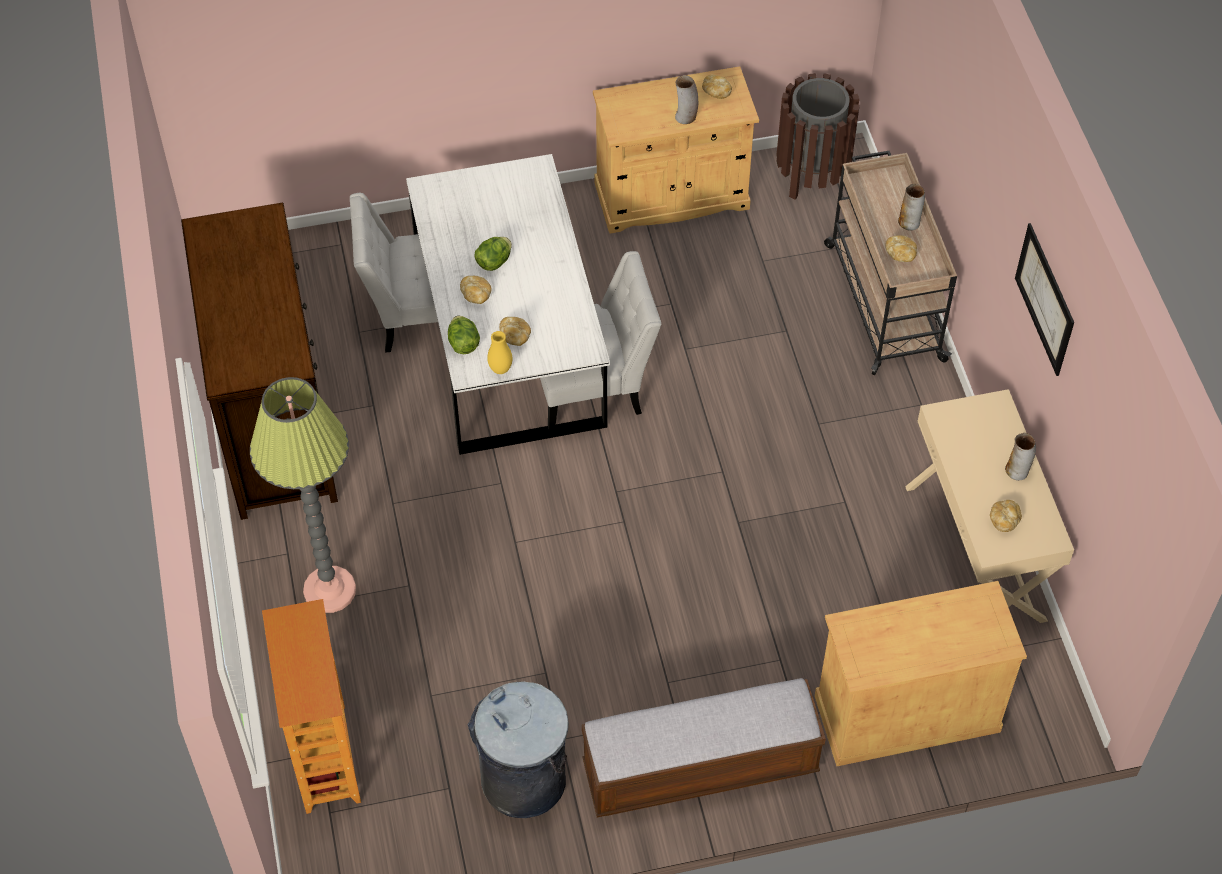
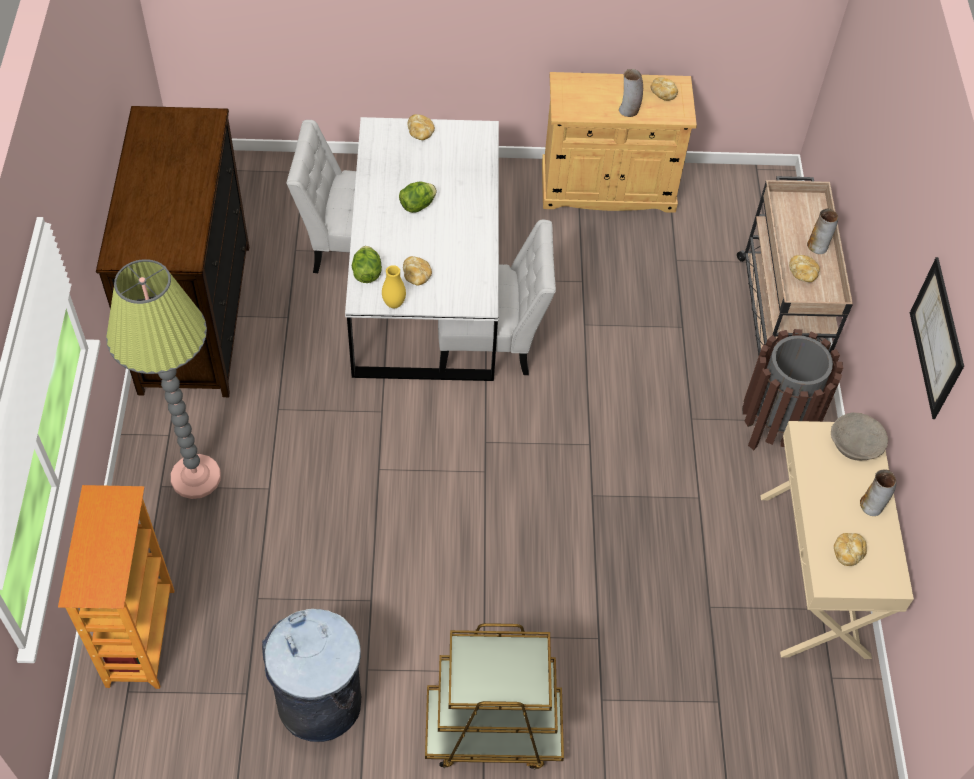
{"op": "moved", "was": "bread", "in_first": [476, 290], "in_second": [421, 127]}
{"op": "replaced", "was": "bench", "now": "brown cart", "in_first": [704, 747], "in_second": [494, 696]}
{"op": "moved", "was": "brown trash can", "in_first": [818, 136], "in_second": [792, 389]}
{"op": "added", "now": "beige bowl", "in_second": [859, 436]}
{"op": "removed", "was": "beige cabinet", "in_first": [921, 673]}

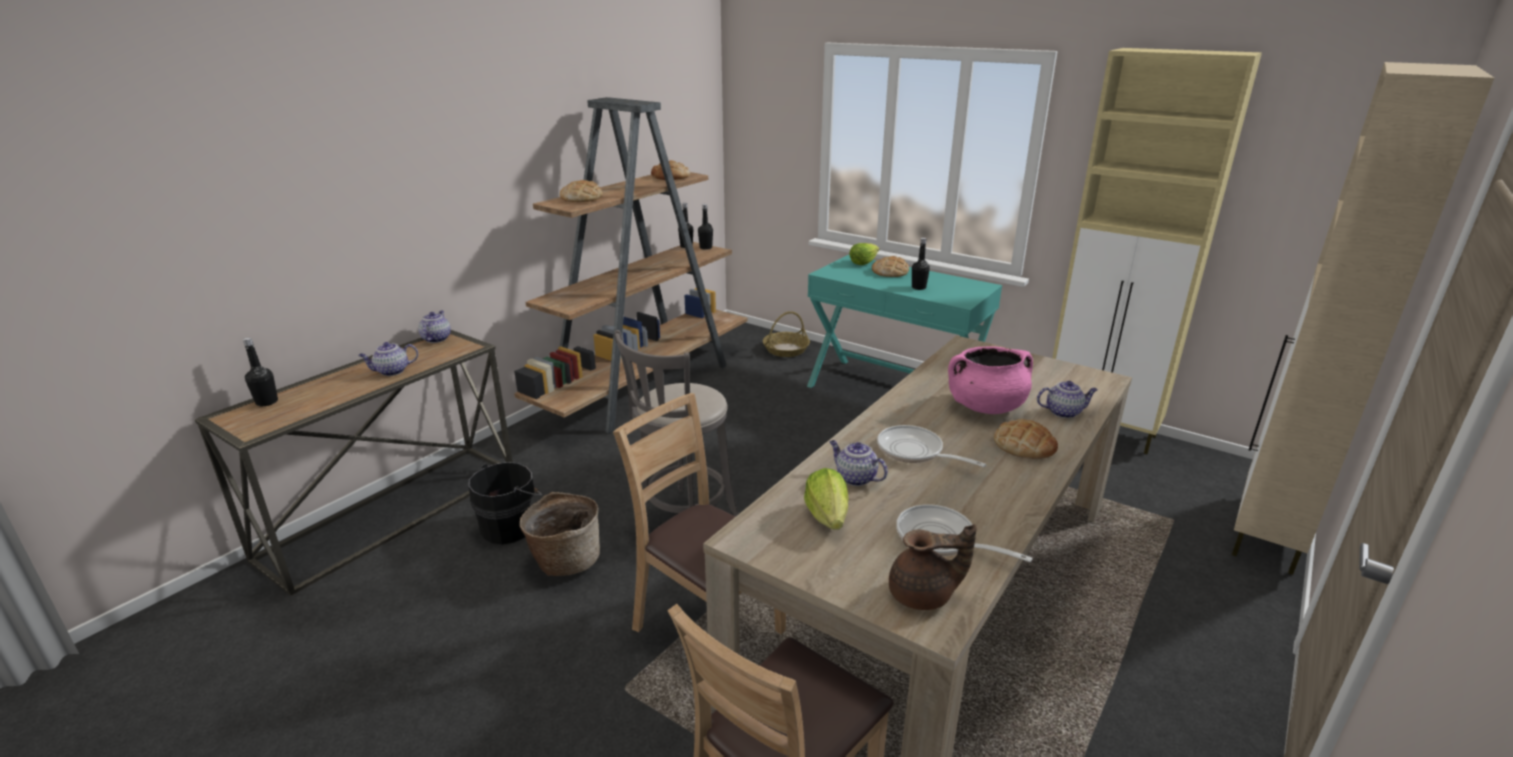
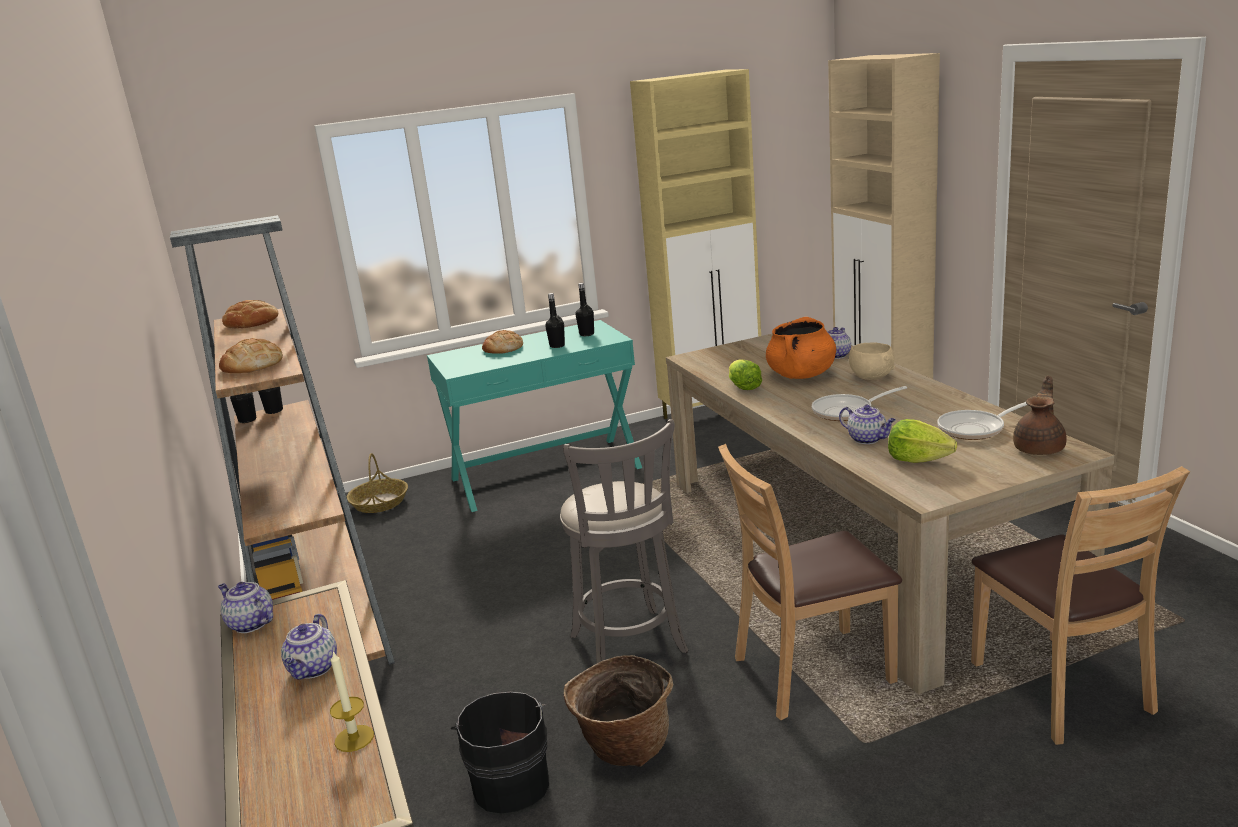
{"op": "added", "now": "candle", "in_second": [352, 701]}
{"op": "moved", "was": "black bottle", "in_first": [260, 371], "in_second": [585, 309]}
{"op": "moved", "was": "lettuce", "in_first": [864, 254], "in_second": [745, 374]}
{"op": "recoloured", "was": "pink cooking pot", "now": "orange cooking pot", "in_first": [990, 380], "in_second": [801, 348]}
{"op": "turned", "was": "teapot", "in_first": [859, 463], "in_second": [867, 424], "clockwise": -120}
{"op": "replaced", "was": "bread", "now": "beige bowl", "in_first": [1026, 439], "in_second": [872, 361]}

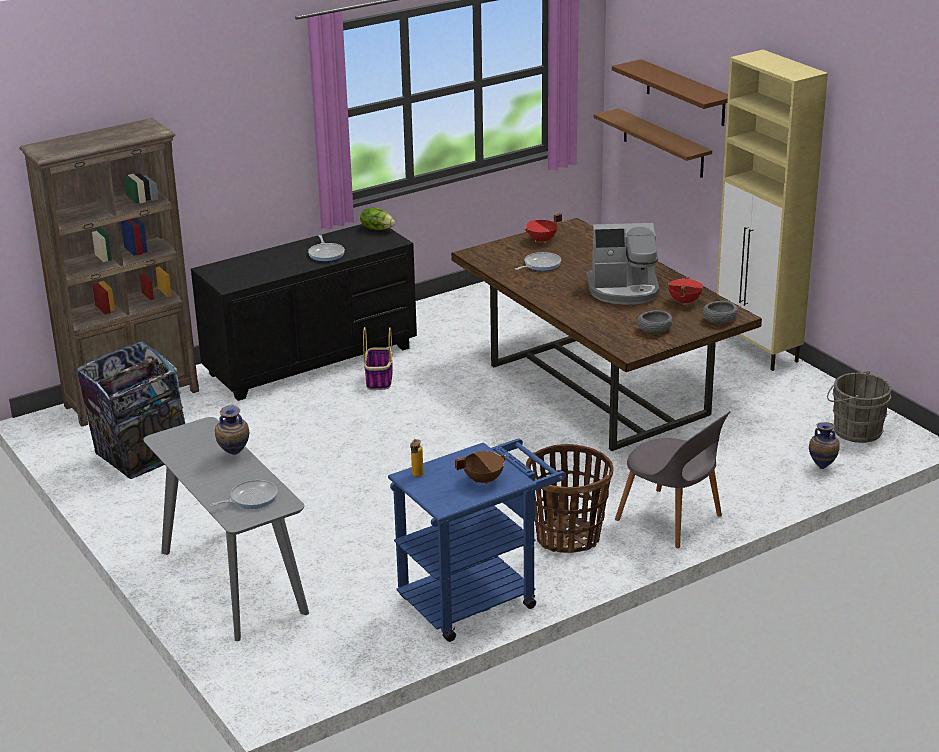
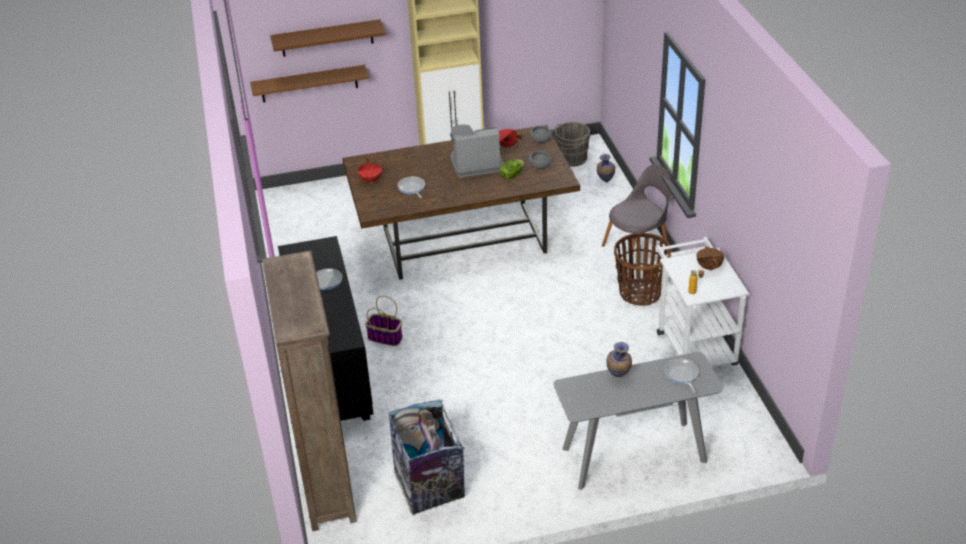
{"op": "turned", "was": "coffee machine", "in_first": [622, 264], "in_second": [477, 151], "clockwise": -120}
{"op": "moved", "was": "lettuce", "in_first": [377, 219], "in_second": [511, 169]}
{"op": "recoloured", "was": "blue cart", "now": "white cart", "in_first": [477, 540], "in_second": [702, 302]}

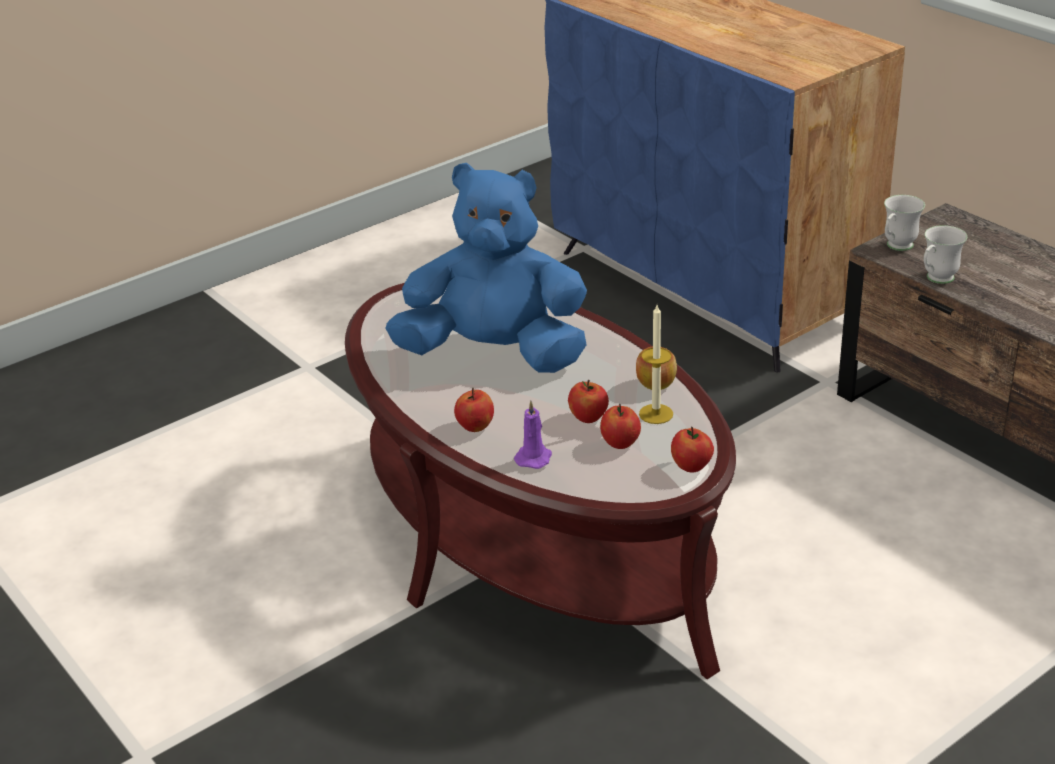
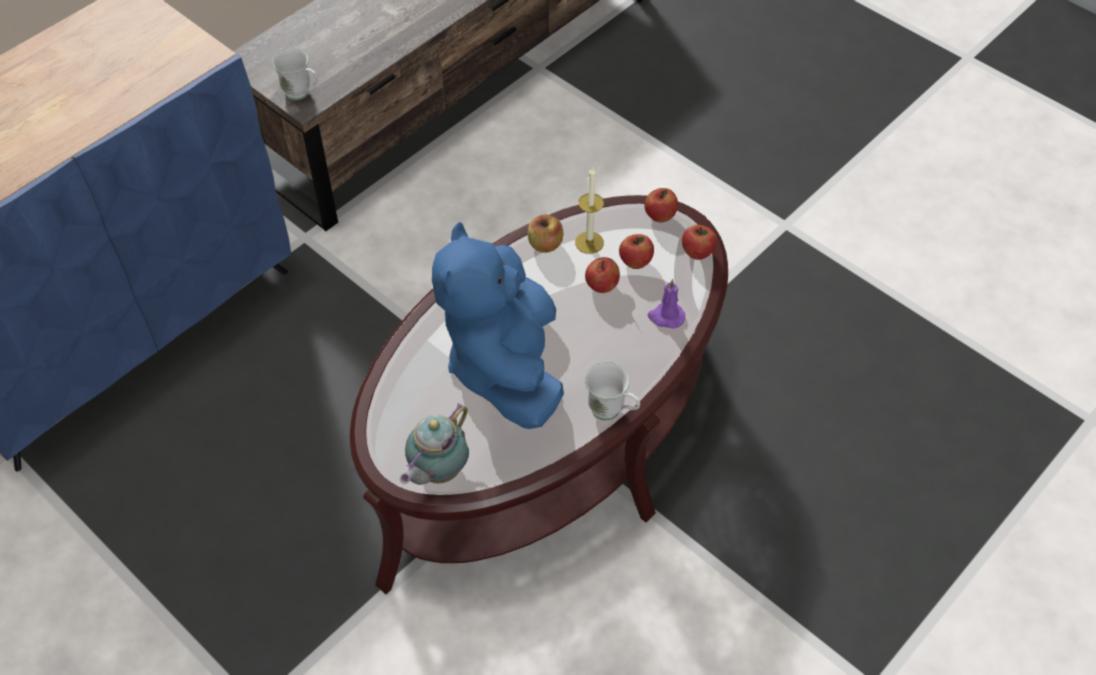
{"op": "added", "now": "teapot", "in_second": [434, 444]}
{"op": "moved", "was": "white mug", "in_first": [945, 254], "in_second": [612, 391]}
{"op": "moved", "was": "apple", "in_first": [474, 410], "in_second": [699, 242]}

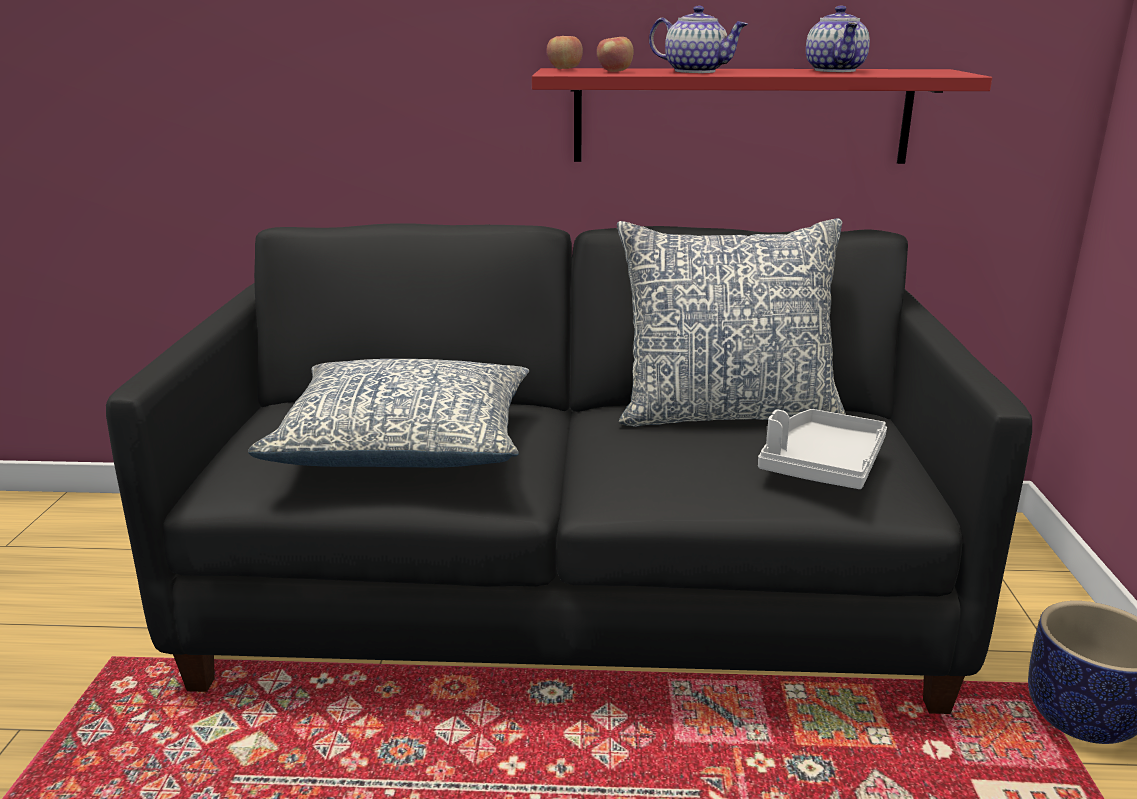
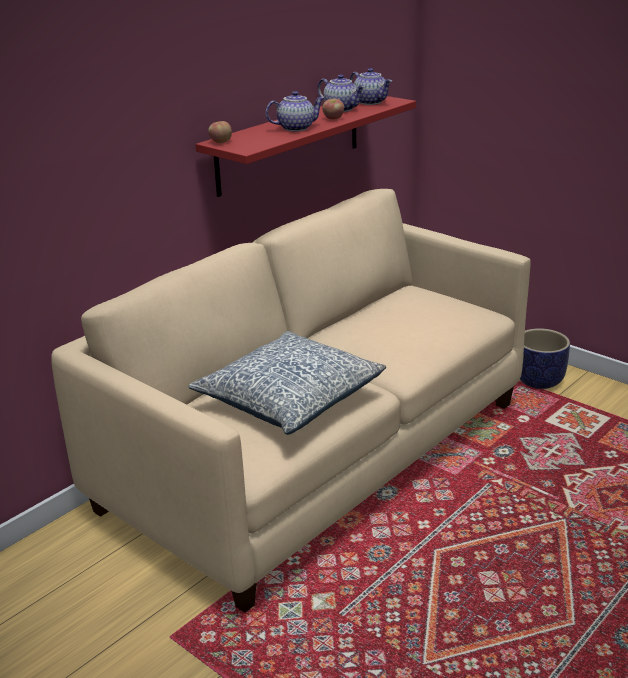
{"op": "recoloured", "was": "black sofa", "now": "beige sofa", "in_first": [569, 468], "in_second": [291, 401]}
{"op": "moved", "was": "apple", "in_first": [615, 54], "in_second": [333, 109]}
{"op": "added", "now": "teapot", "in_second": [371, 86]}
{"op": "removed", "was": "pillow", "in_first": [731, 322]}
{"op": "removed", "was": "grey tray", "in_first": [822, 449]}

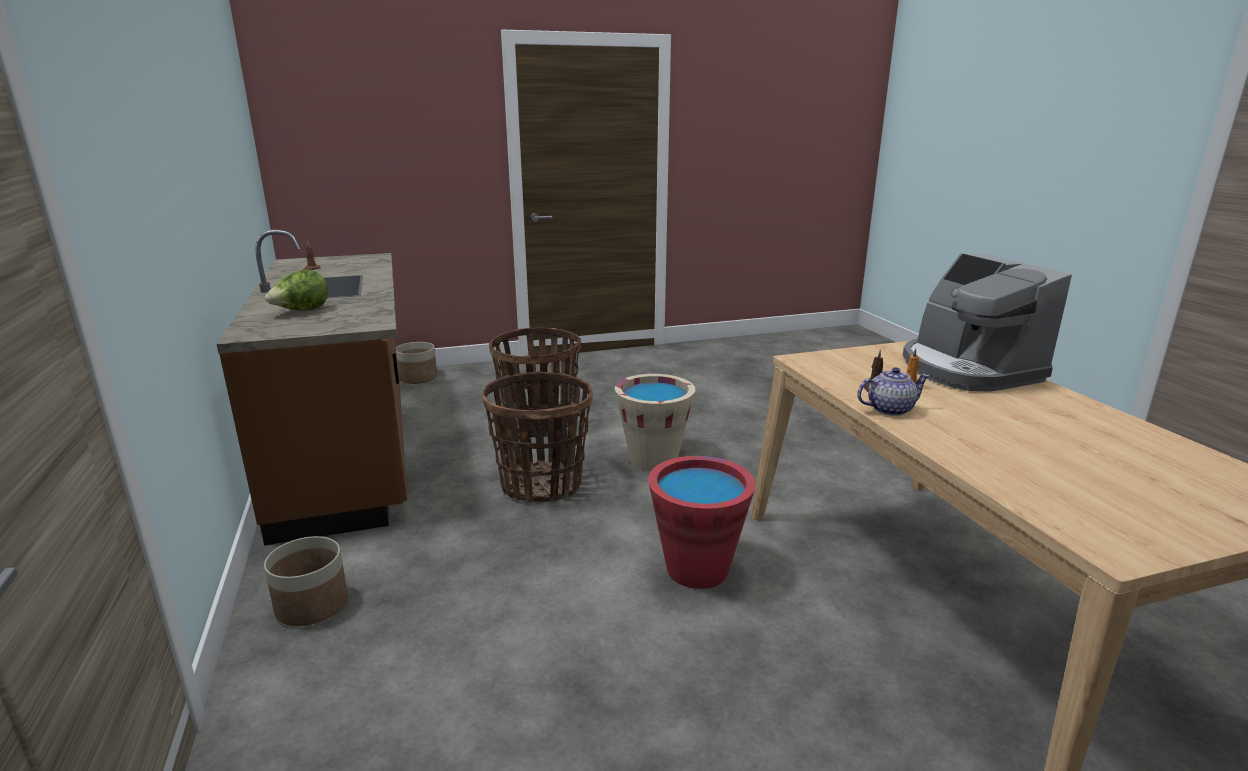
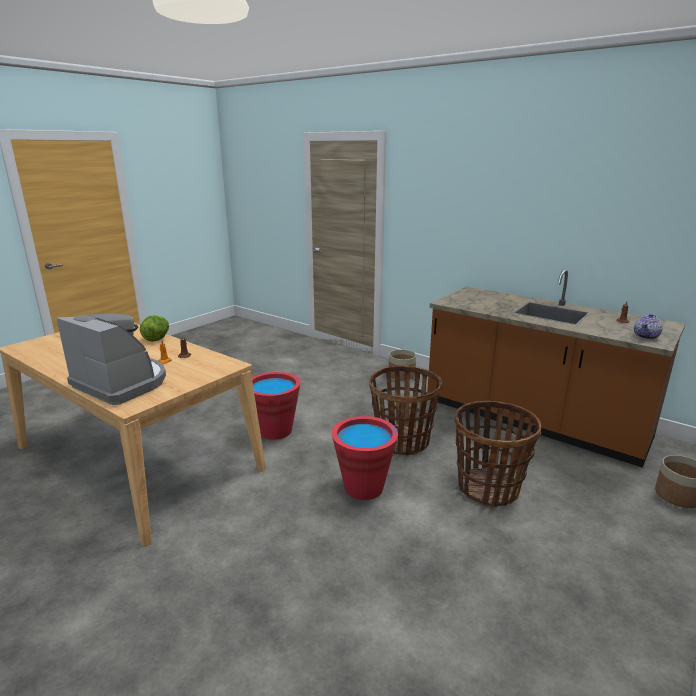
{"op": "moved", "was": "lettuce", "in_first": [296, 290], "in_second": [154, 328]}
{"op": "recoloured", "was": "beige bucket", "now": "red bucket", "in_first": [655, 422], "in_second": [365, 458]}
{"op": "moved", "was": "teapot", "in_first": [893, 391], "in_second": [648, 327]}

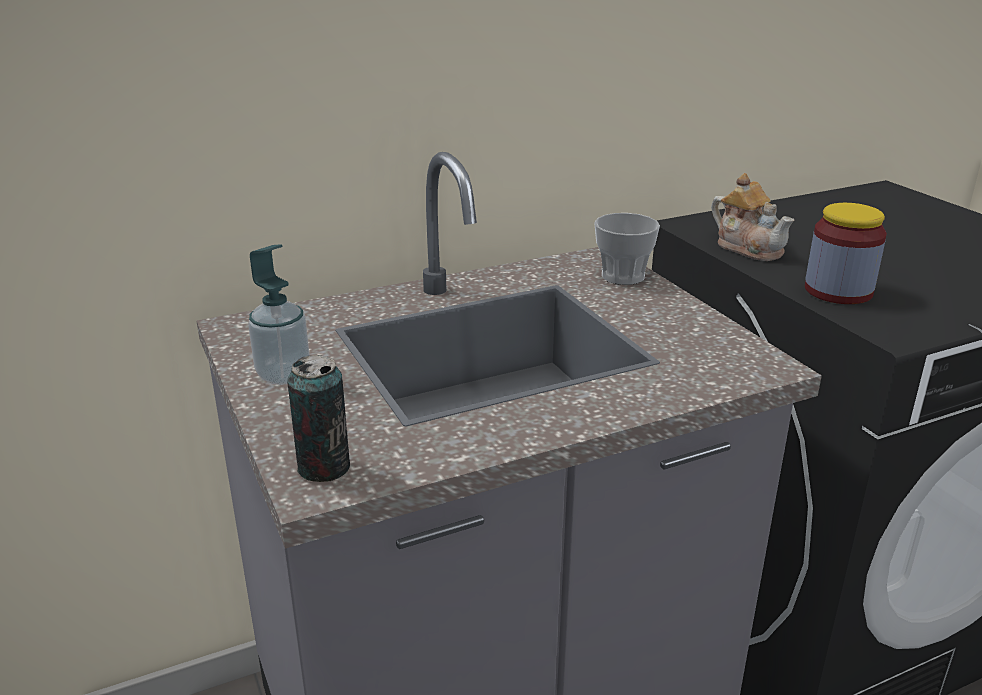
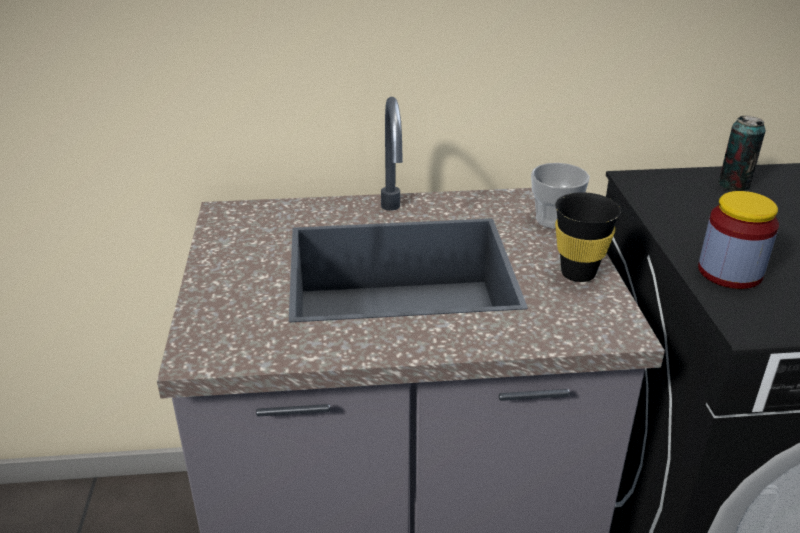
{"op": "added", "now": "black cup", "in_second": [588, 237]}
{"op": "moved", "was": "can", "in_first": [318, 418], "in_second": [742, 153]}
{"op": "removed", "was": "soap dispenser", "in_first": [279, 314]}
{"op": "removed", "was": "teapot", "in_first": [753, 217]}

